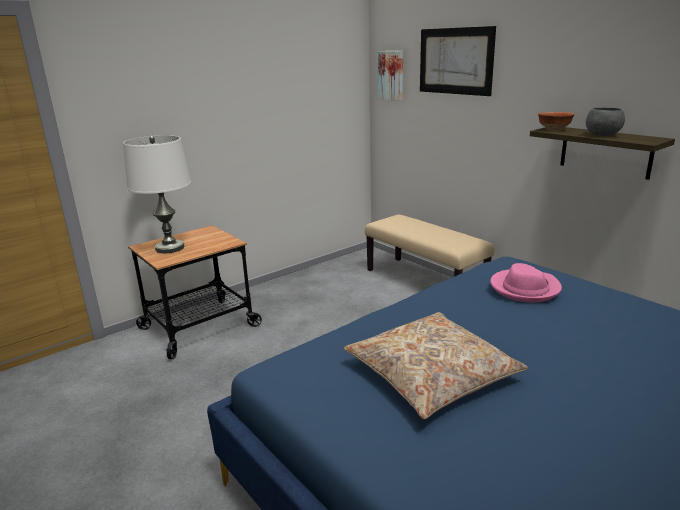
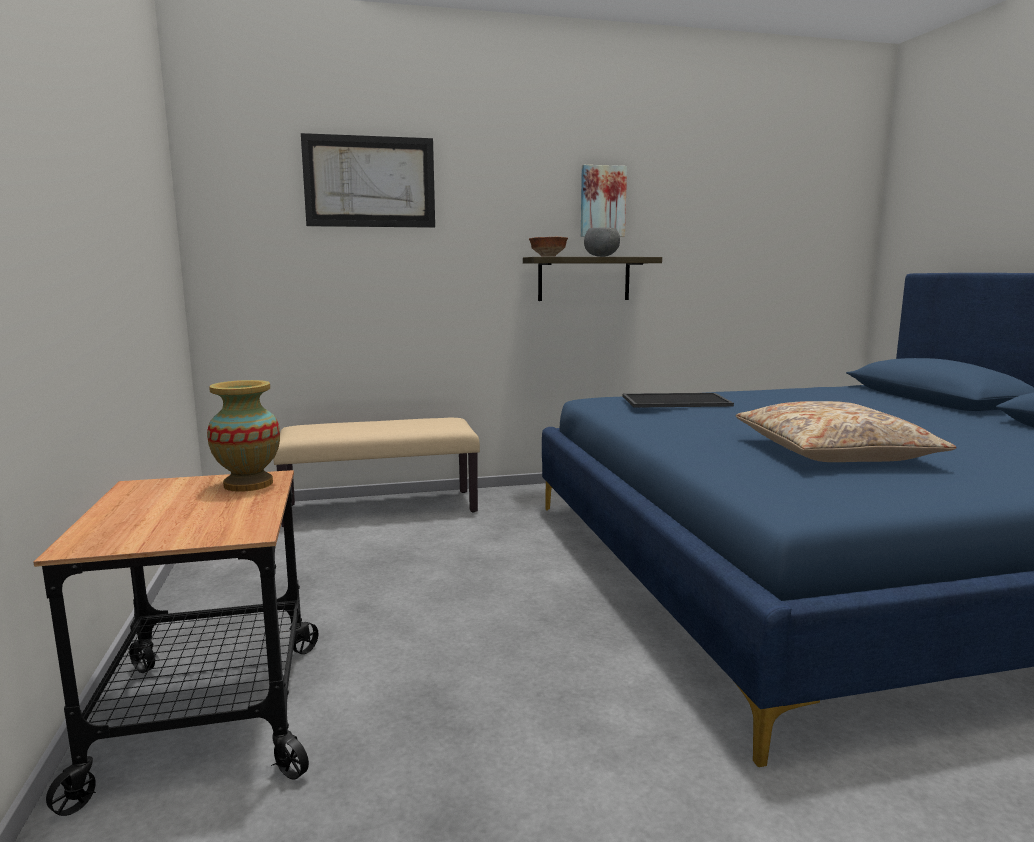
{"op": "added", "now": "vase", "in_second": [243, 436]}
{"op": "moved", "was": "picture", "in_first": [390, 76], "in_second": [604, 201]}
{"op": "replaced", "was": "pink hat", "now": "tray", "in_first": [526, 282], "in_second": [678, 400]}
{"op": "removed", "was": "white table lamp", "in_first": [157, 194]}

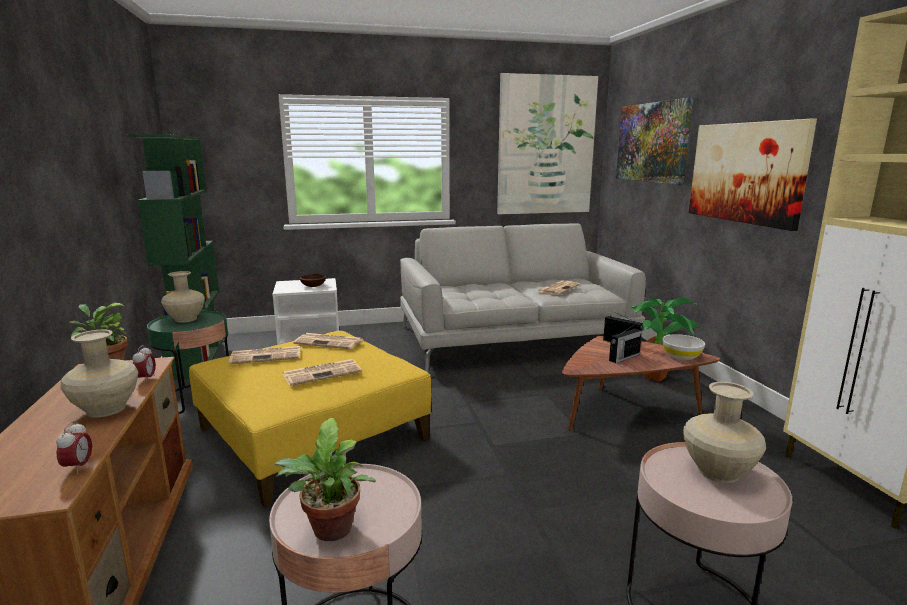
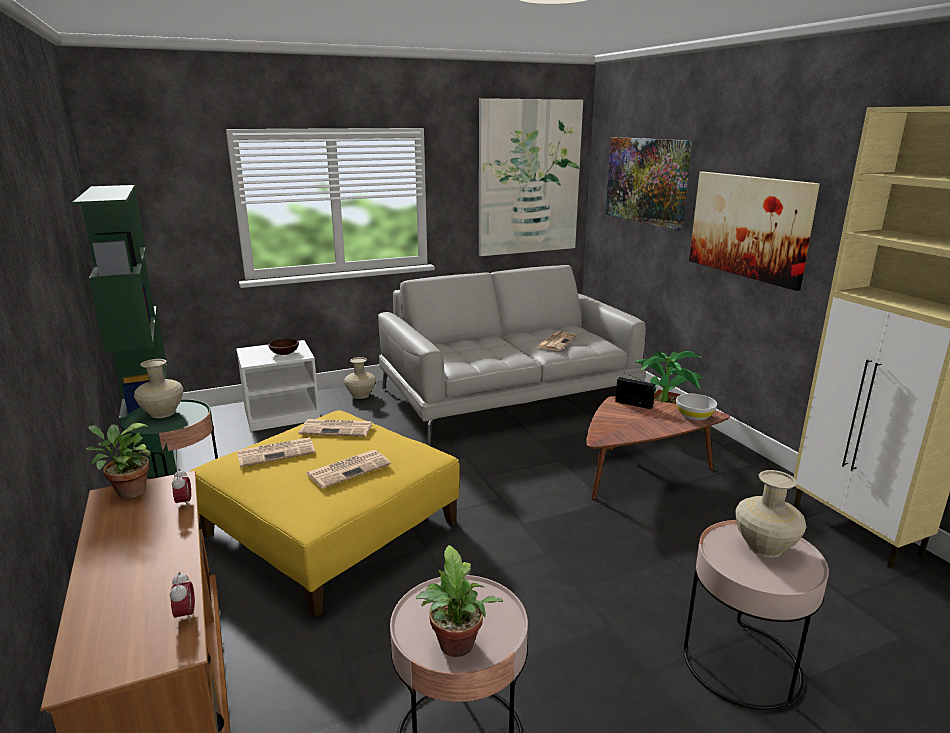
{"op": "moved", "was": "beige vase", "in_first": [99, 374], "in_second": [360, 378]}
{"op": "removed", "was": "radio", "in_first": [625, 343]}

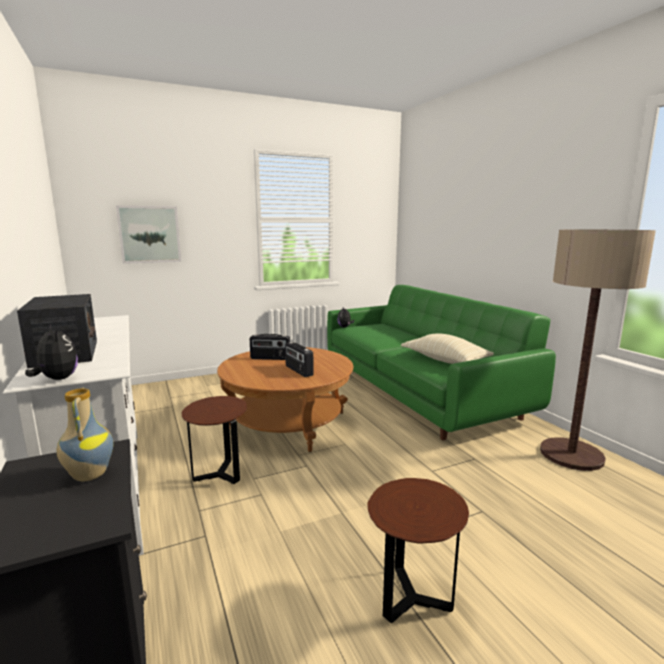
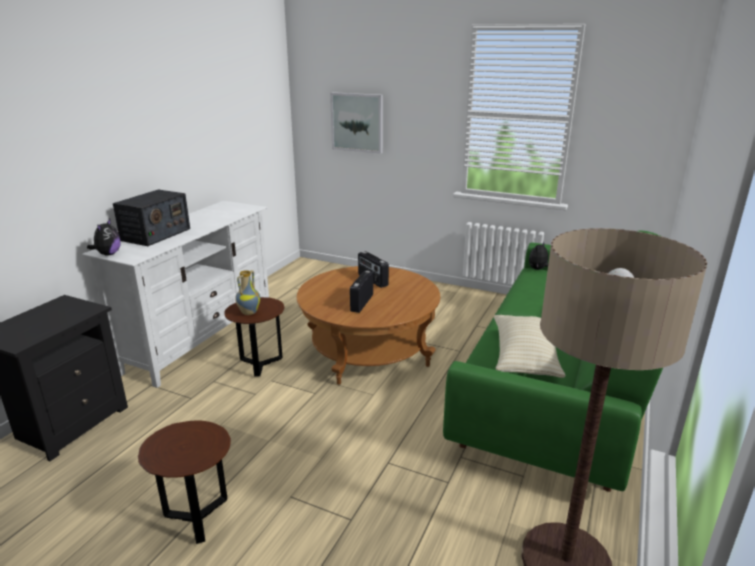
{"op": "moved", "was": "vase", "in_first": [84, 434], "in_second": [247, 292]}

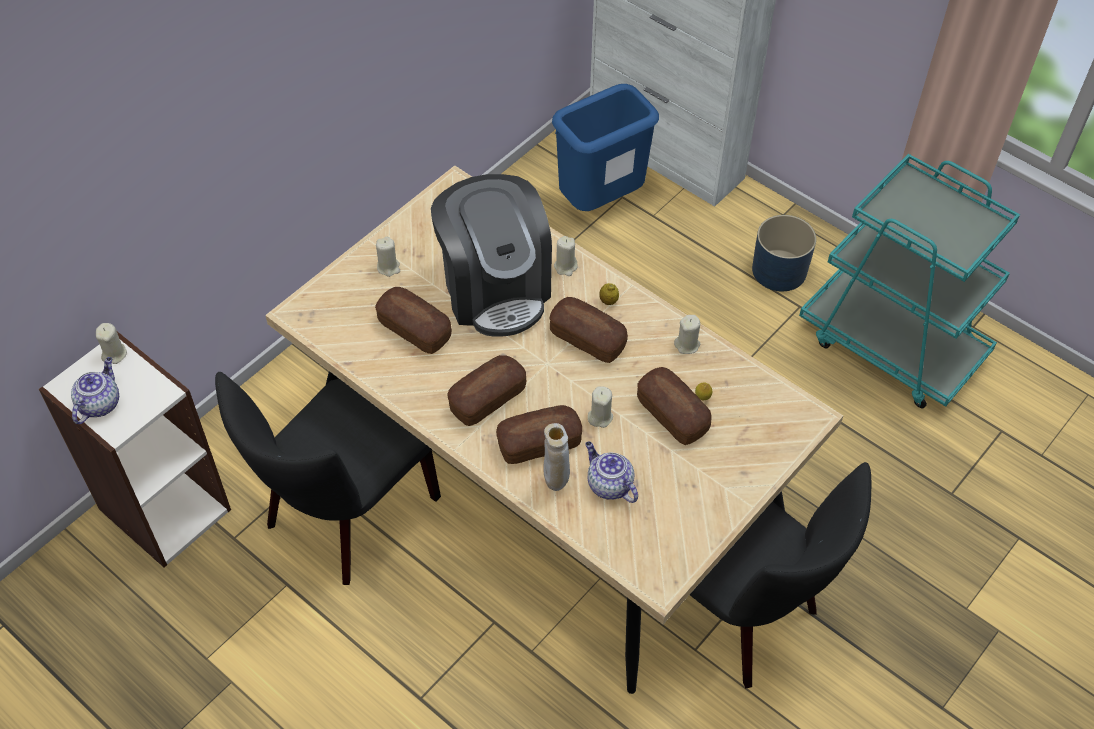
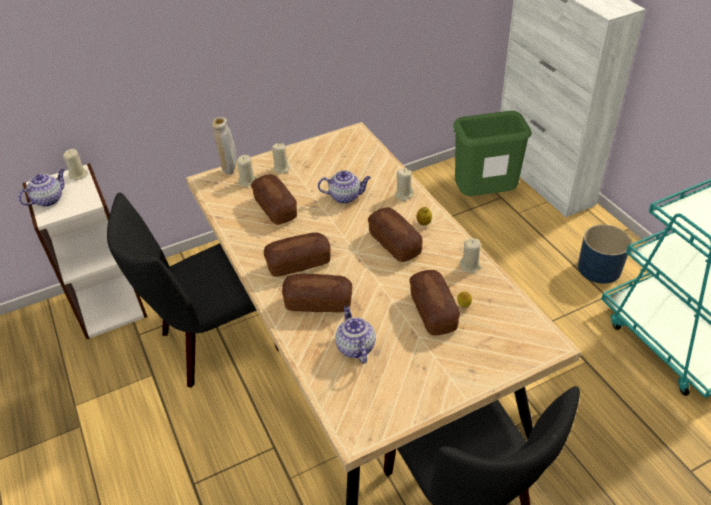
{"op": "moved", "was": "beige vase", "in_first": [557, 457], "in_second": [224, 146]}
{"op": "moved", "was": "beige candle", "in_first": [600, 407], "in_second": [246, 170]}
{"op": "replaced", "was": "coffee machine", "now": "teapot", "in_first": [491, 255], "in_second": [344, 187]}
{"op": "recoloured", "was": "blue trash can", "now": "green trash can", "in_first": [605, 147], "in_second": [492, 153]}

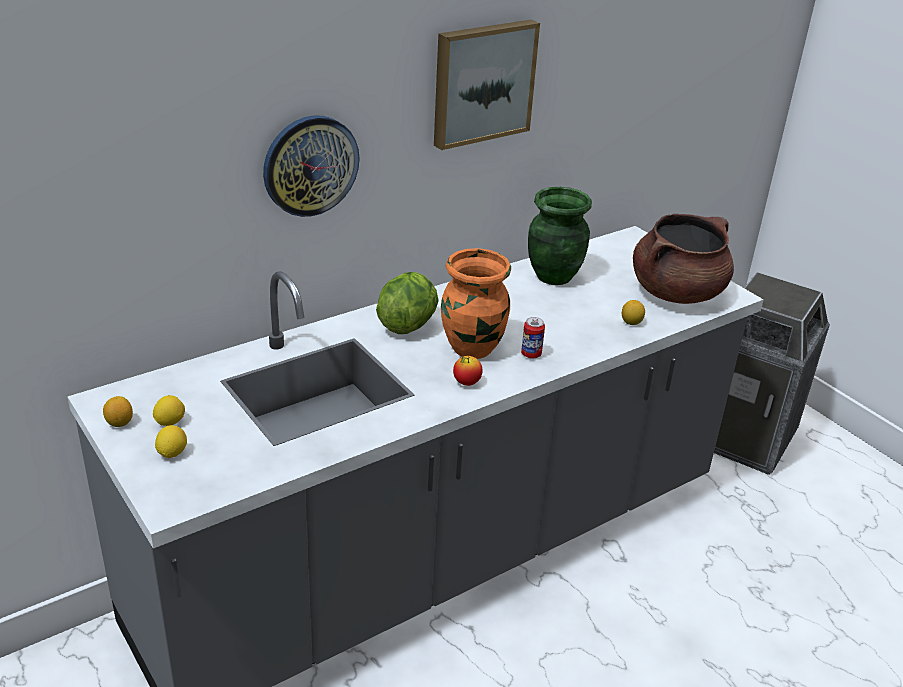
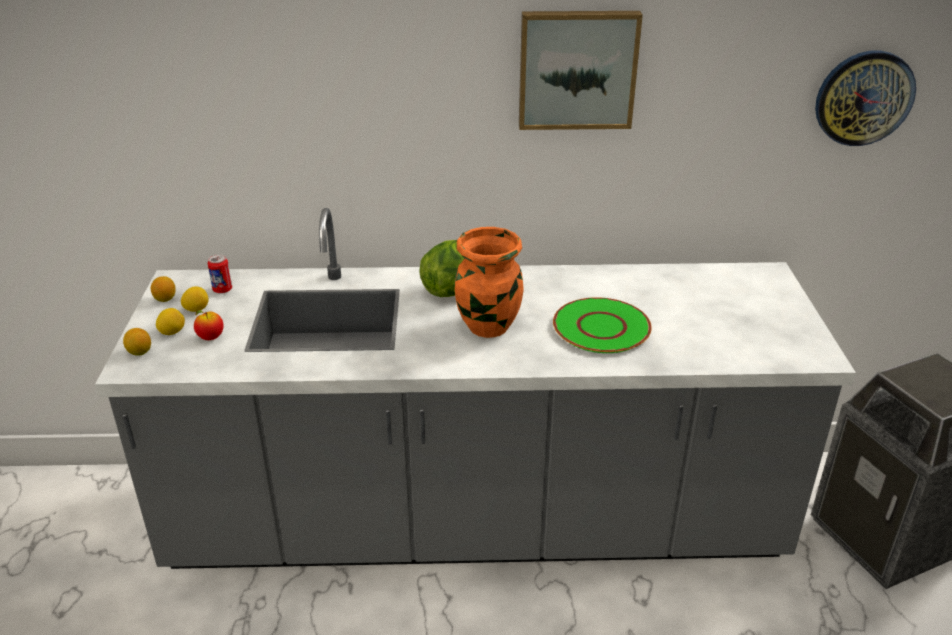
{"op": "moved", "was": "lemon", "in_first": [633, 312], "in_second": [137, 342]}
{"op": "moved", "was": "apple", "in_first": [468, 371], "in_second": [208, 325]}
{"op": "moved", "was": "can", "in_first": [533, 338], "in_second": [220, 274]}
{"op": "added", "now": "green plate", "in_second": [602, 325]}
{"op": "moved", "was": "wall clock", "in_first": [311, 166], "in_second": [865, 98]}
{"op": "removed", "was": "green vase", "in_first": [560, 236]}
{"op": "removed", "was": "brown cooking pot", "in_first": [683, 259]}

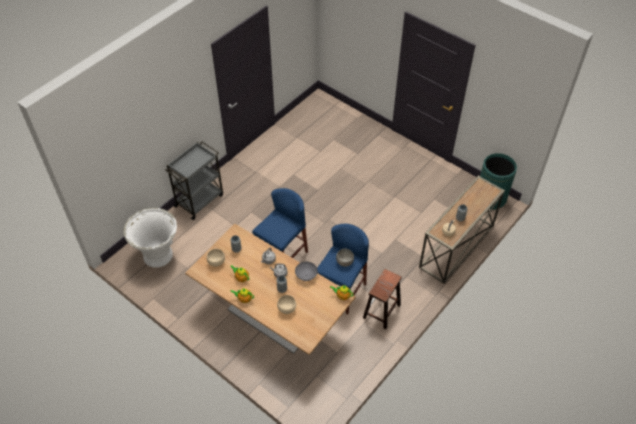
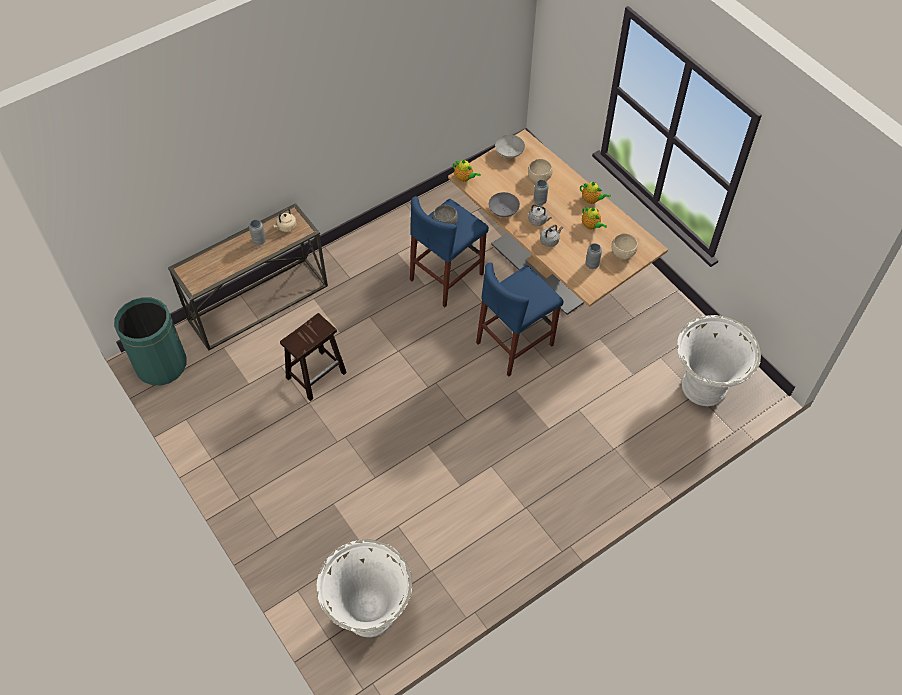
{"op": "moved", "was": "brown stool", "in_first": [382, 299], "in_second": [313, 357]}
{"op": "added", "now": "white planter", "in_second": [364, 588]}
{"op": "added", "now": "grey bowl", "in_second": [510, 146]}
{"op": "removed", "was": "grey cart", "in_first": [194, 181]}

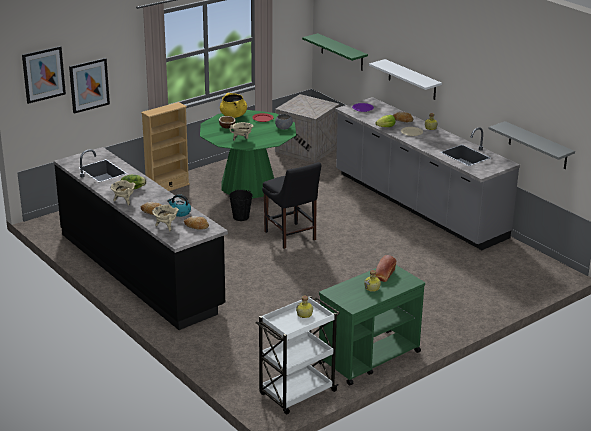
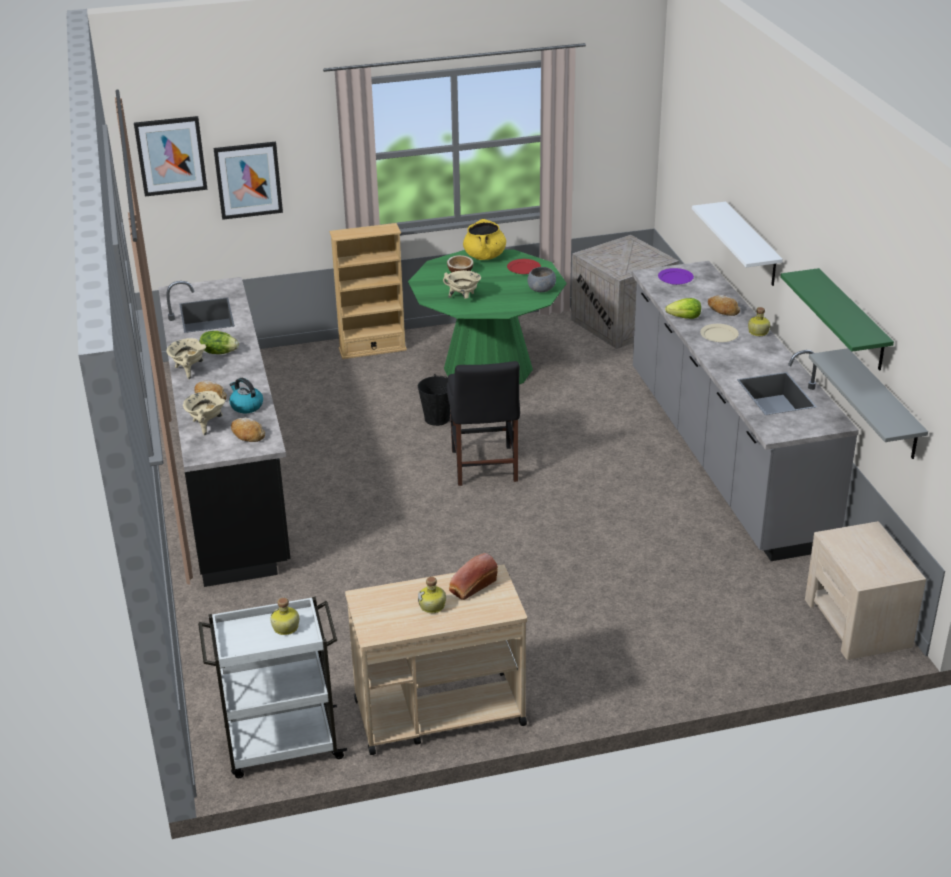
{"op": "recoloured", "was": "green cart", "now": "beige cart", "in_first": [372, 325], "in_second": [436, 660]}
{"op": "moved", "was": "green shelf", "in_first": [335, 52], "in_second": [837, 319]}
{"op": "added", "now": "beige nightstand", "in_second": [865, 590]}

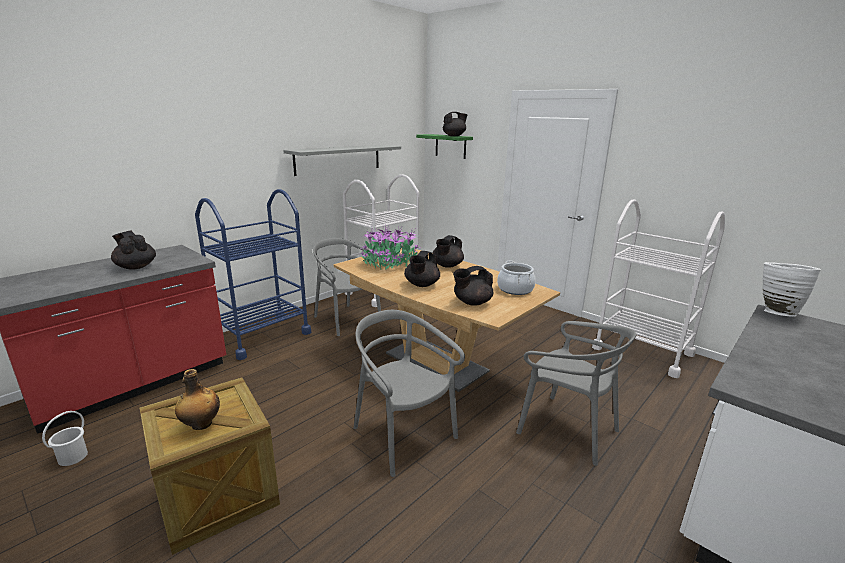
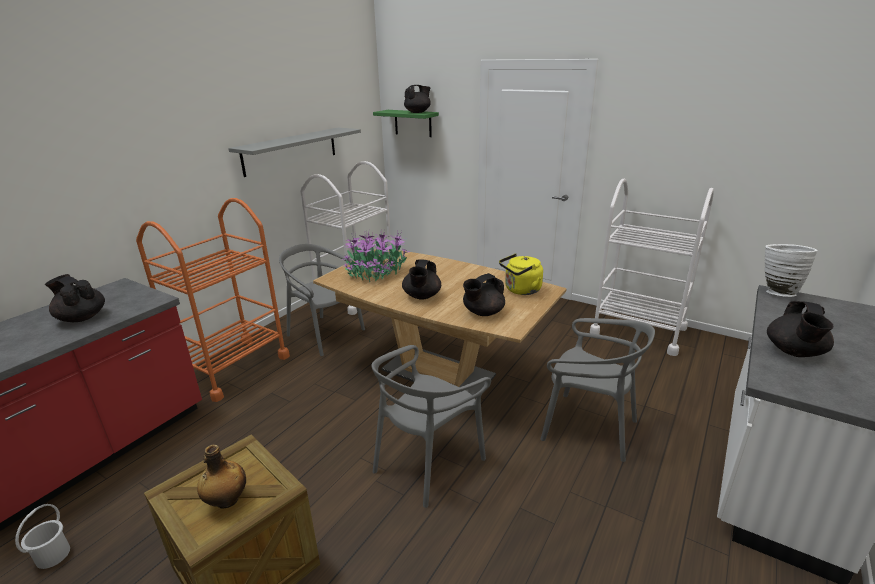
{"op": "recoloured", "was": "blue cart", "now": "orange cart", "in_first": [253, 274], "in_second": [213, 300]}
{"op": "turned", "was": "grey chair", "in_first": [409, 393], "in_second": [431, 426], "clockwise": -90}
{"op": "replaced", "was": "cooking pot", "now": "yellow kettle", "in_first": [516, 278], "in_second": [521, 274]}
{"op": "moved", "was": "black teapot", "in_first": [448, 251], "in_second": [800, 329]}

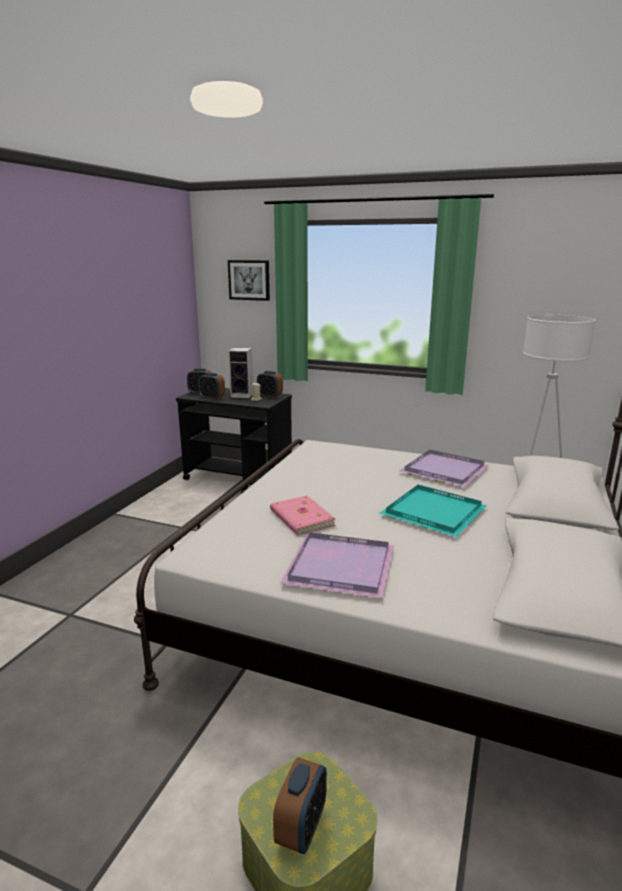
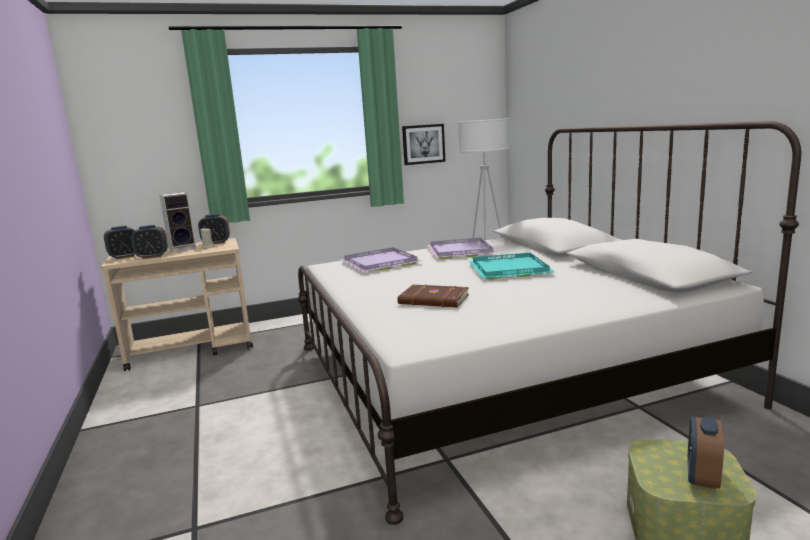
{"op": "recoloured", "was": "black cart", "now": "beige cart", "in_first": [234, 439], "in_second": [177, 304]}
{"op": "moved", "was": "purple tray", "in_first": [337, 565], "in_second": [381, 259]}
{"op": "recoloured", "was": "pink book", "now": "brown book", "in_first": [303, 516], "in_second": [433, 296]}
{"op": "moved", "was": "picture", "in_first": [249, 280], "in_second": [423, 144]}
{"op": "turned", "was": "alarm clock", "in_first": [300, 805], "in_second": [706, 452], "clockwise": -135}

